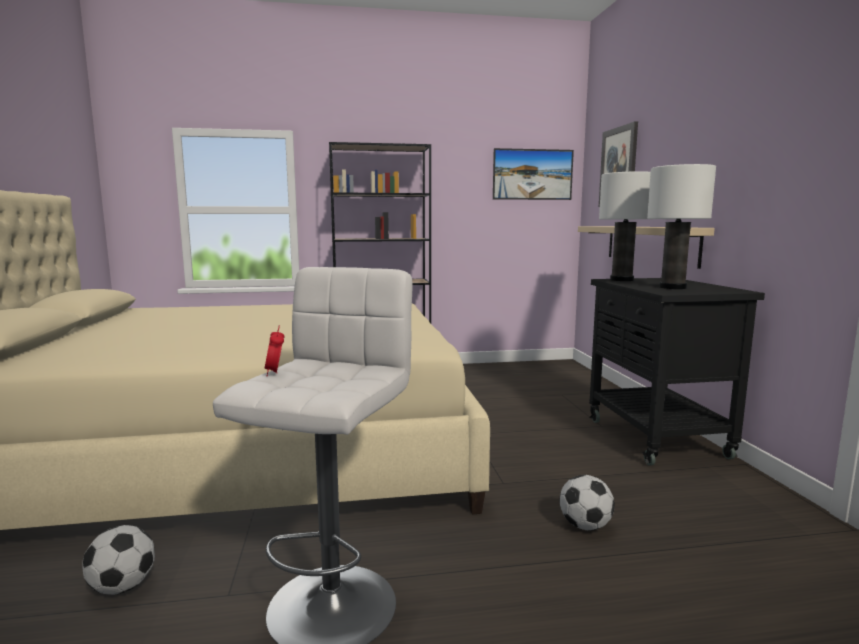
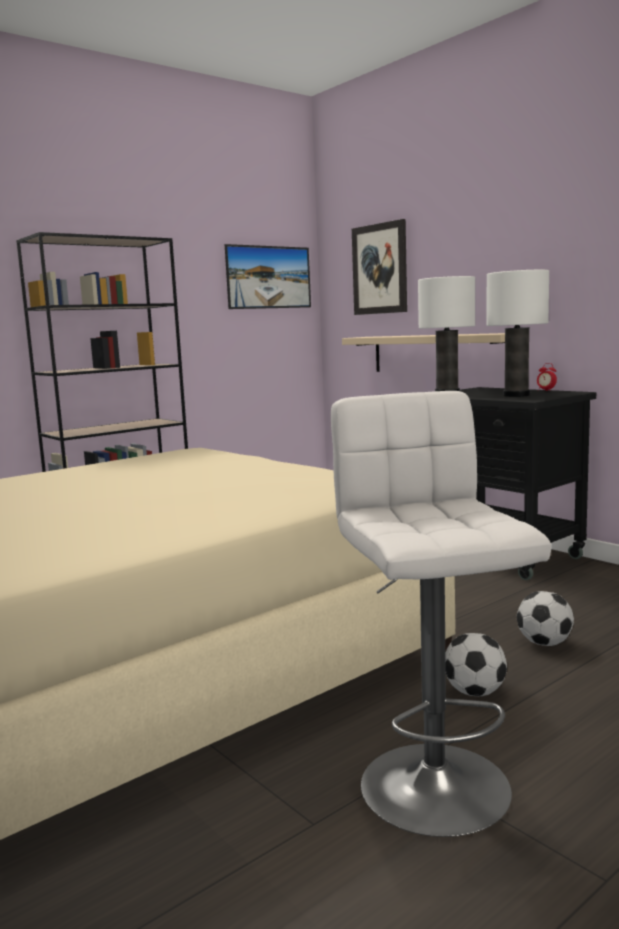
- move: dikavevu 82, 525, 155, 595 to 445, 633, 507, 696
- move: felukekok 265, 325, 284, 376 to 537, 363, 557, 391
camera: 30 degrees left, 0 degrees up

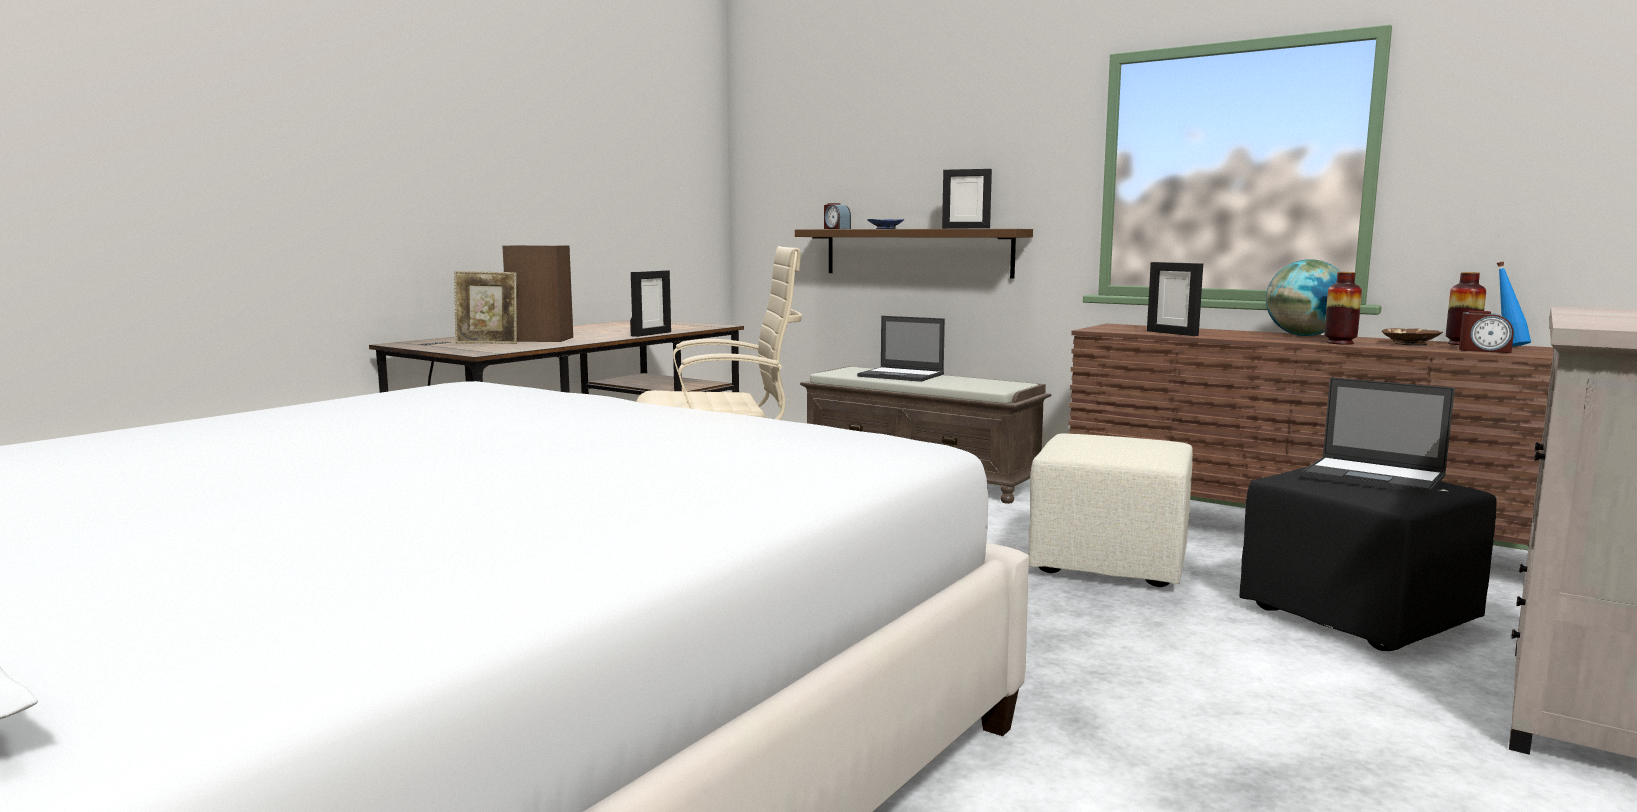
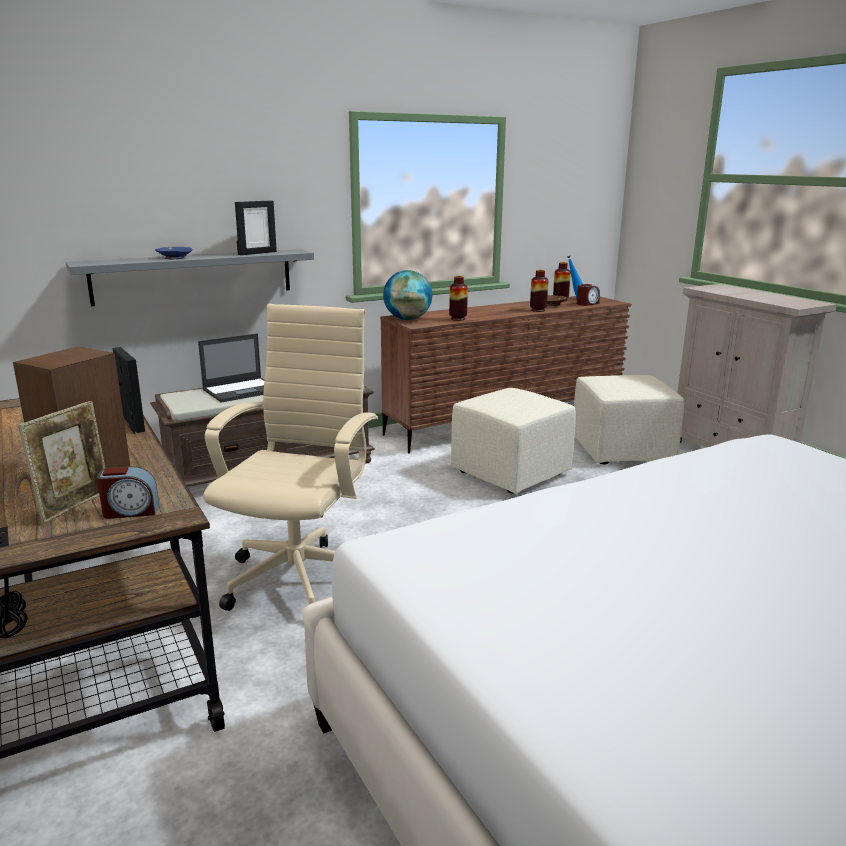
- recolor: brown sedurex 795, 229, 1033, 278 to grey sedurex 66, 249, 314, 306
- move: felukekok 824, 203, 851, 229 to 97, 466, 159, 519
- move: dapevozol 1266, 259, 1341, 336 to 383, 270, 432, 320
- replace: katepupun 1147, 262, 1203, 336 to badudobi 449, 276, 468, 321
- recolor: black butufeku 1239, 467, 1497, 651 to beige butufeku 574, 375, 684, 465
- delete: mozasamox 1301, 377, 1455, 495
camera: 65 degrees left, 10 degrees up

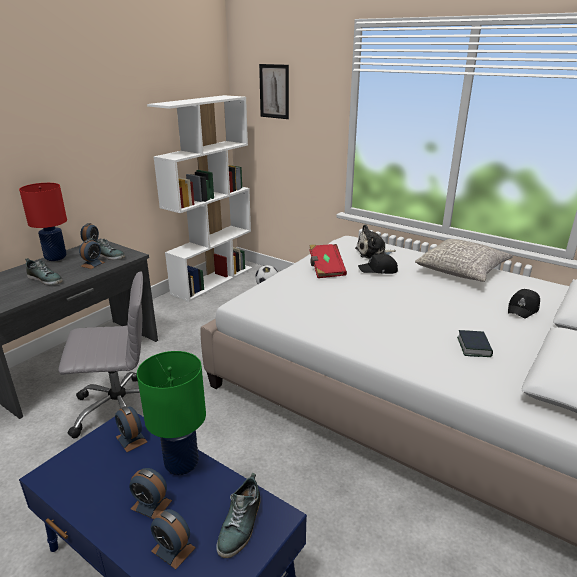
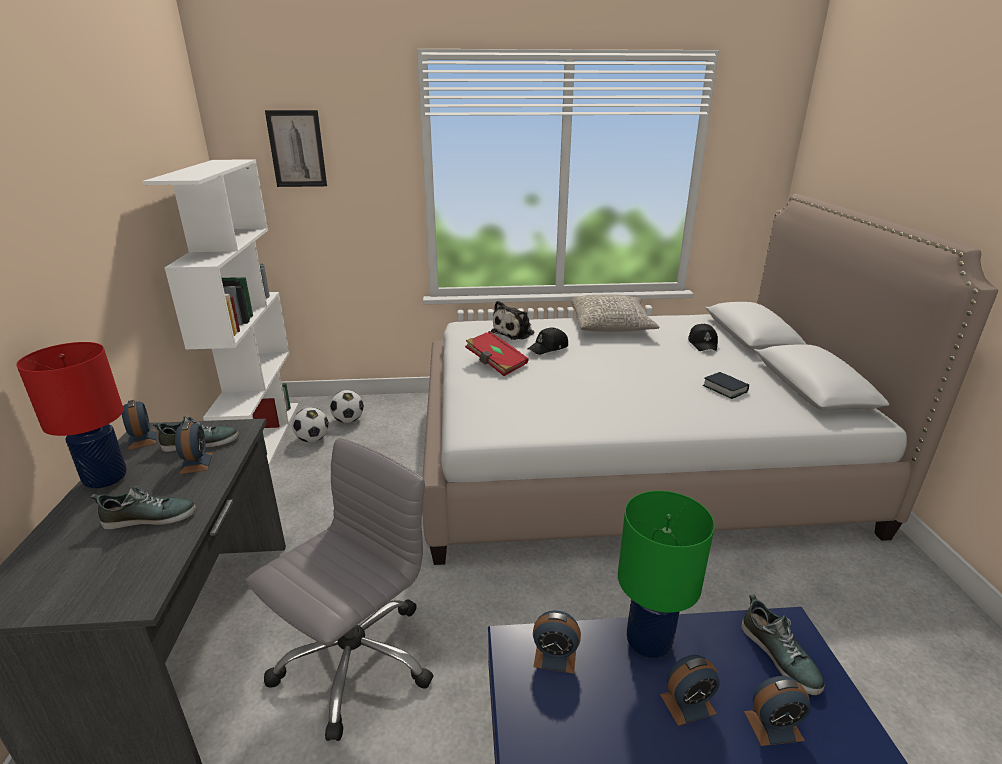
- insert: dikavevu 292, 408, 329, 442
camera: 40 degrees left, 0 degrees up

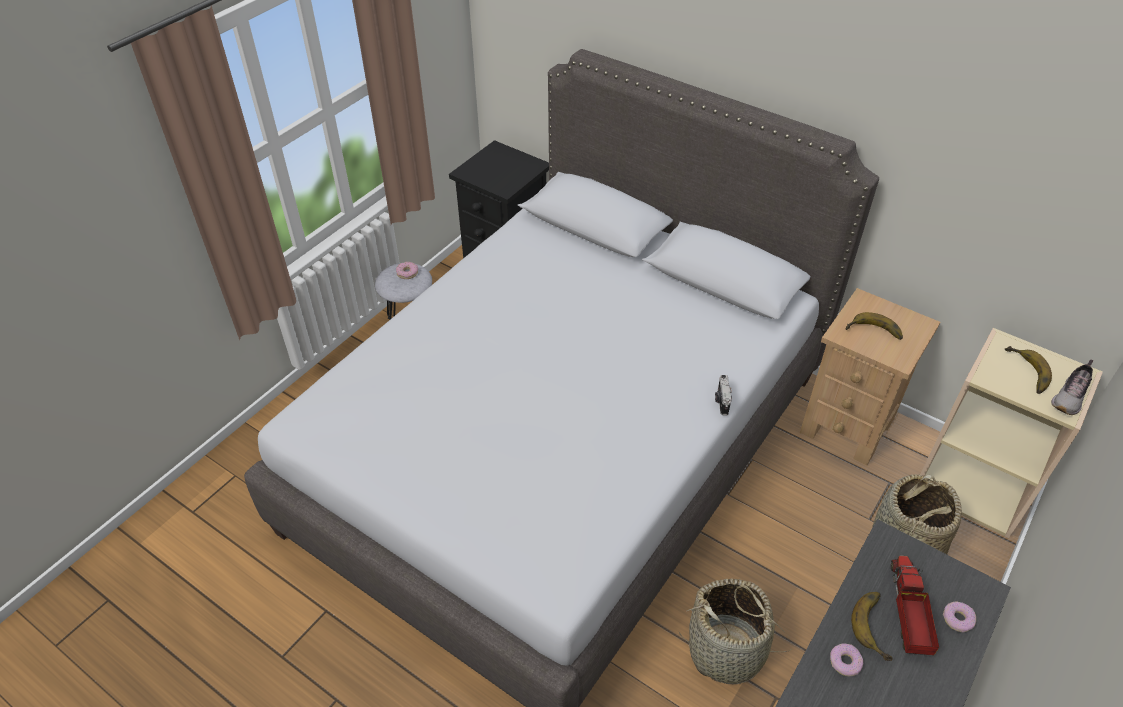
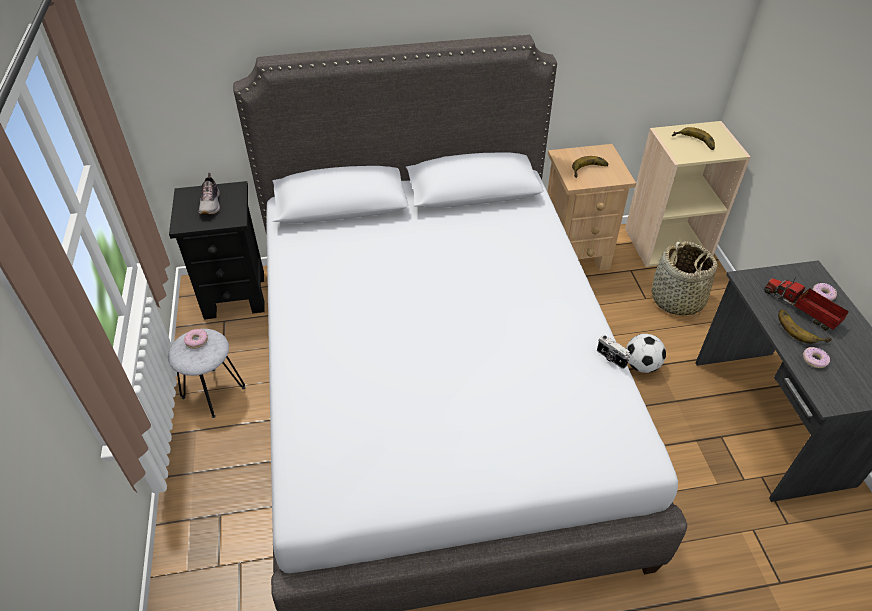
- move: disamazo 1051, 360, 1093, 415 to 199, 173, 220, 215
- move: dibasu 715, 375, 732, 415 to 597, 335, 630, 369
- insert: dikavevu 626, 334, 666, 373
- delete: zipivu 679, 579, 792, 684
camera: 45 degrees left, 0 degrees up

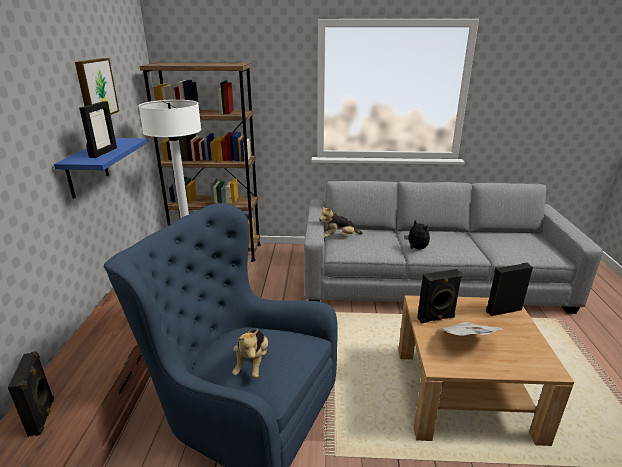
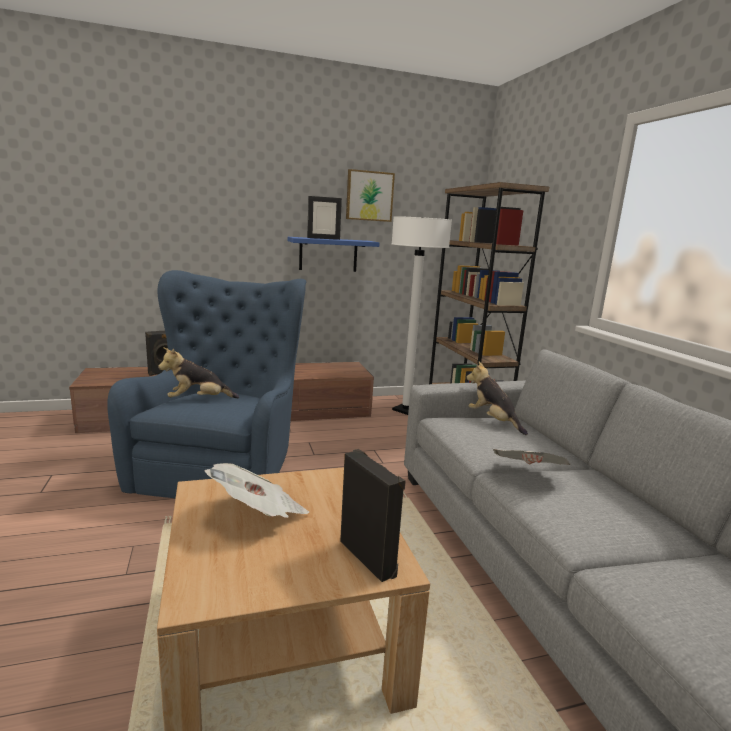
- replace: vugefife 404, 220, 430, 250 to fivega 493, 449, 570, 465
- delete: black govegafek 417, 269, 463, 324
camera: 70 degrees right, 10 degrees down

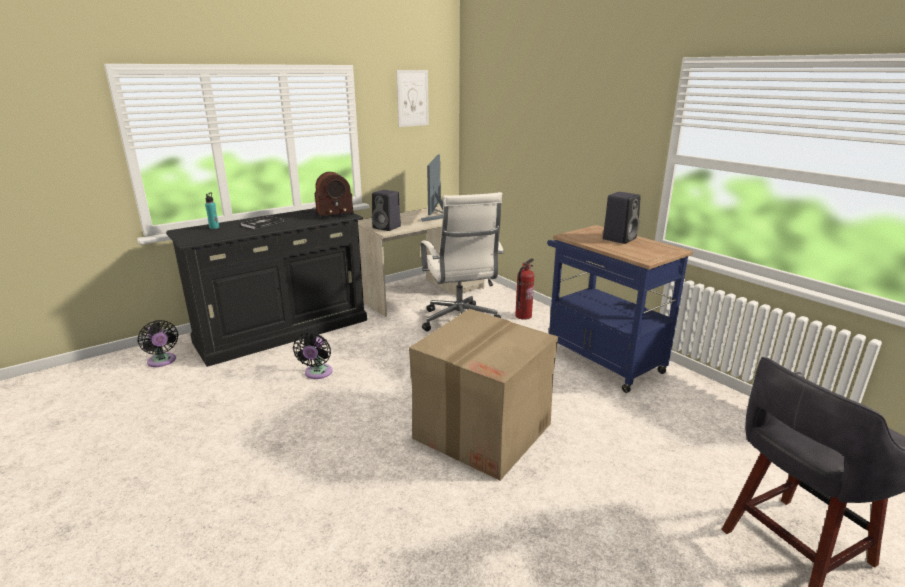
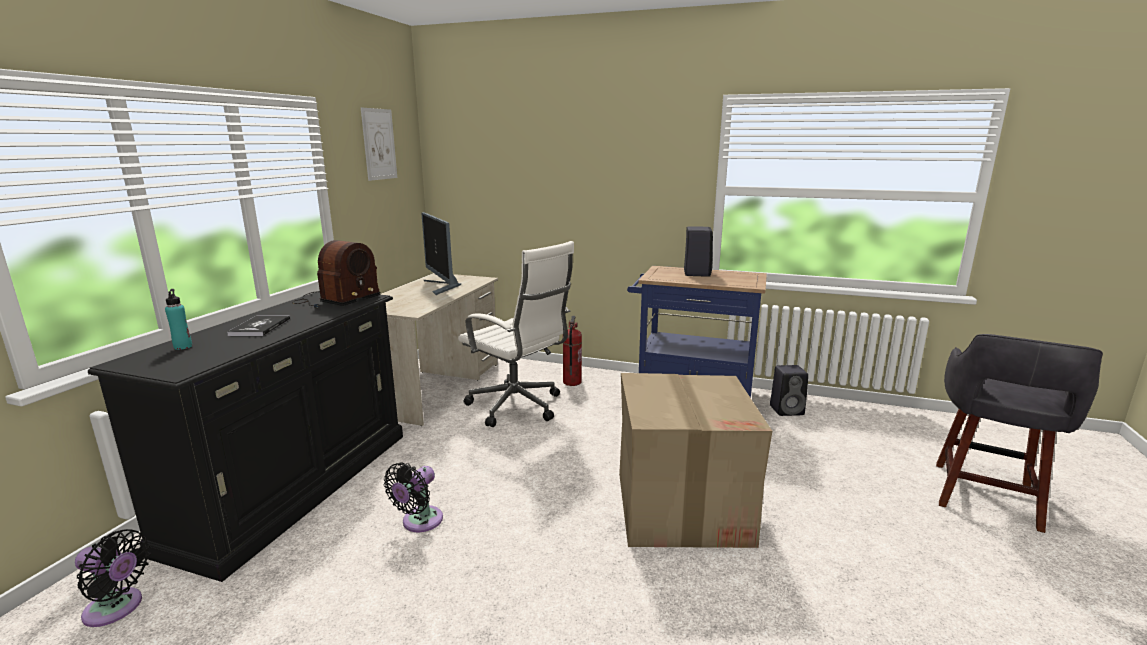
- rotate: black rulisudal 293, 332, 333, 379 = 384, 463, 443, 532 60 degrees clockwise
- move: black govegafek 372, 190, 401, 231 to 770, 365, 808, 416
camera: 35 degrees left, 5 degrees down

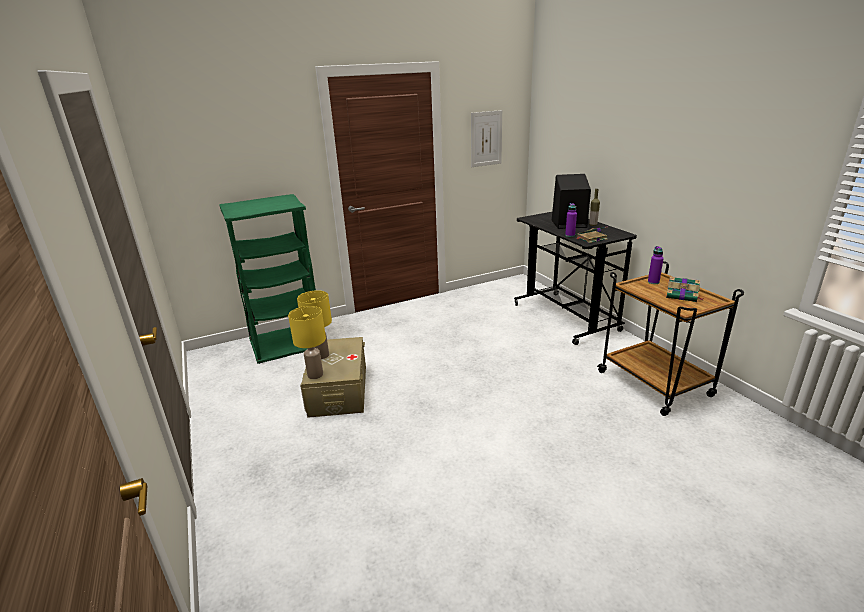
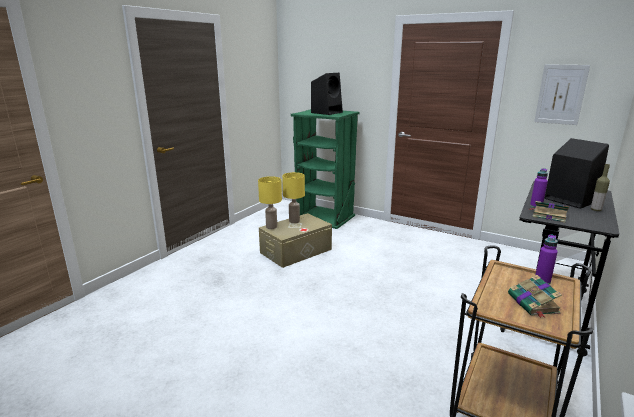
- insert: black govegafek 311, 73, 343, 115
camera: 55 degrees right, 5 degrees down

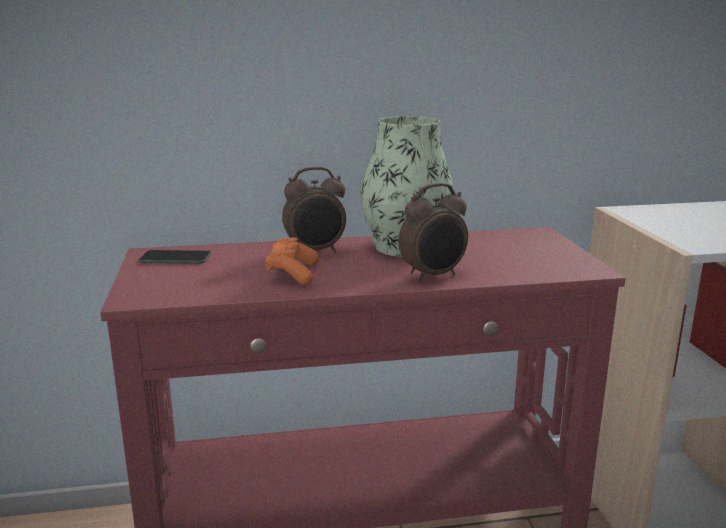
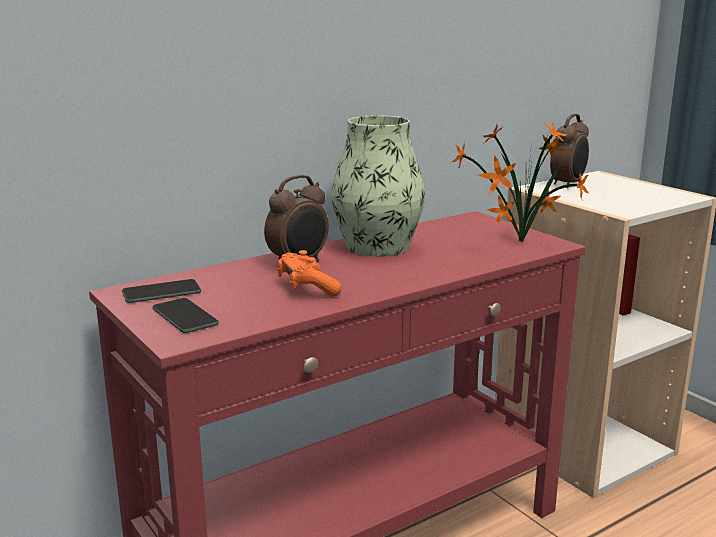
- insert: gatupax 152, 298, 219, 333
- insert: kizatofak 452, 121, 590, 243
- move: felukekok 398, 183, 468, 282 to 550, 114, 589, 188
camera: 25 degrees left, 0 degrees up

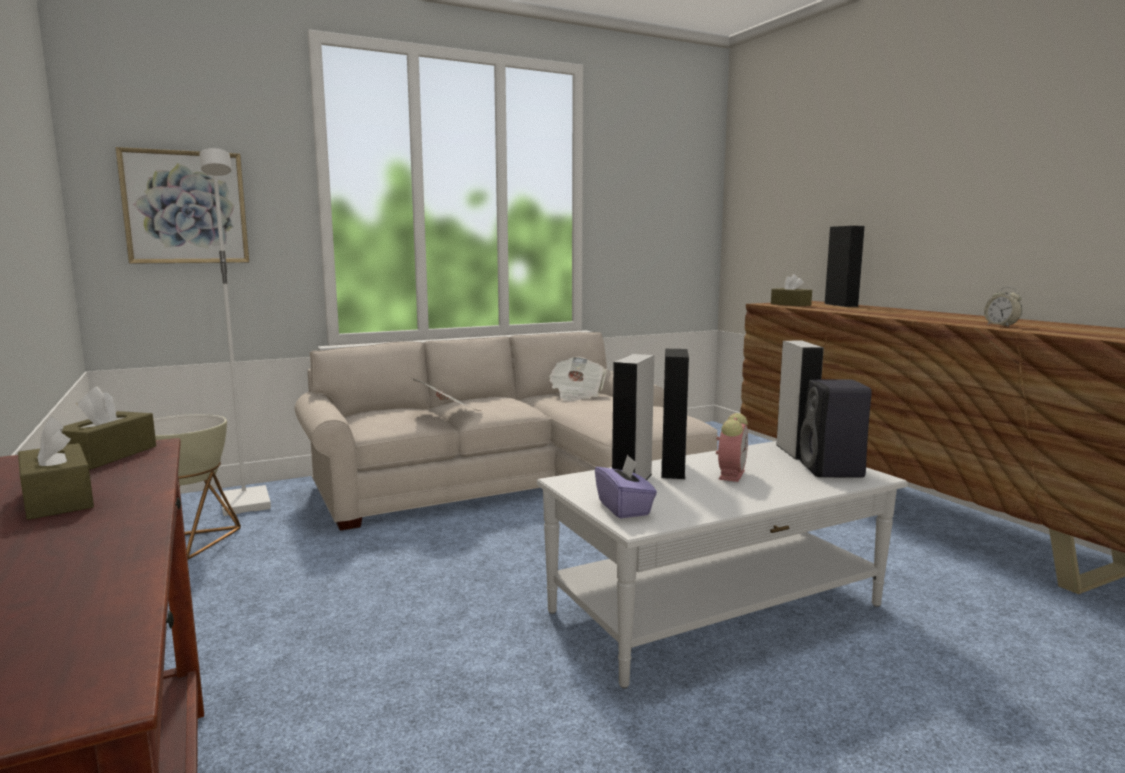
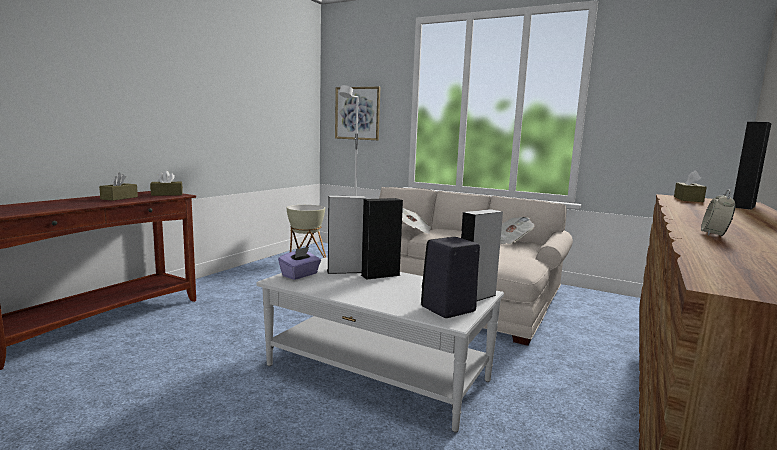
- delete: felukekok 716, 413, 748, 482
camera: 55 degrees right, 0 degrees up

